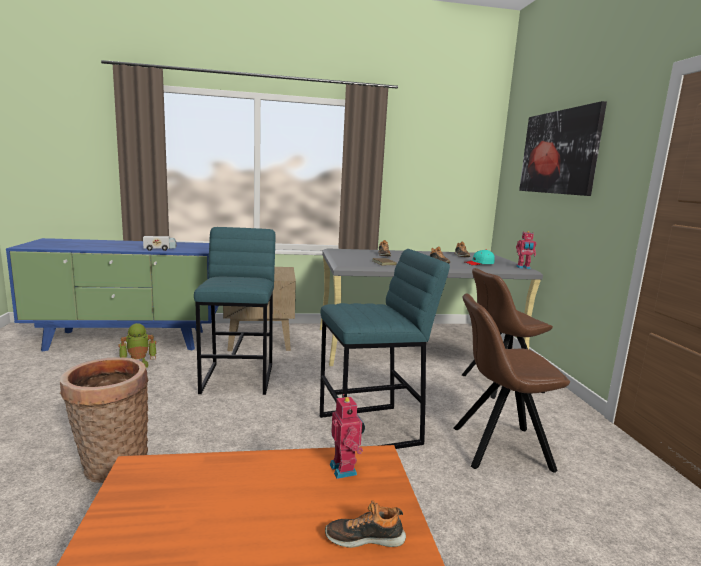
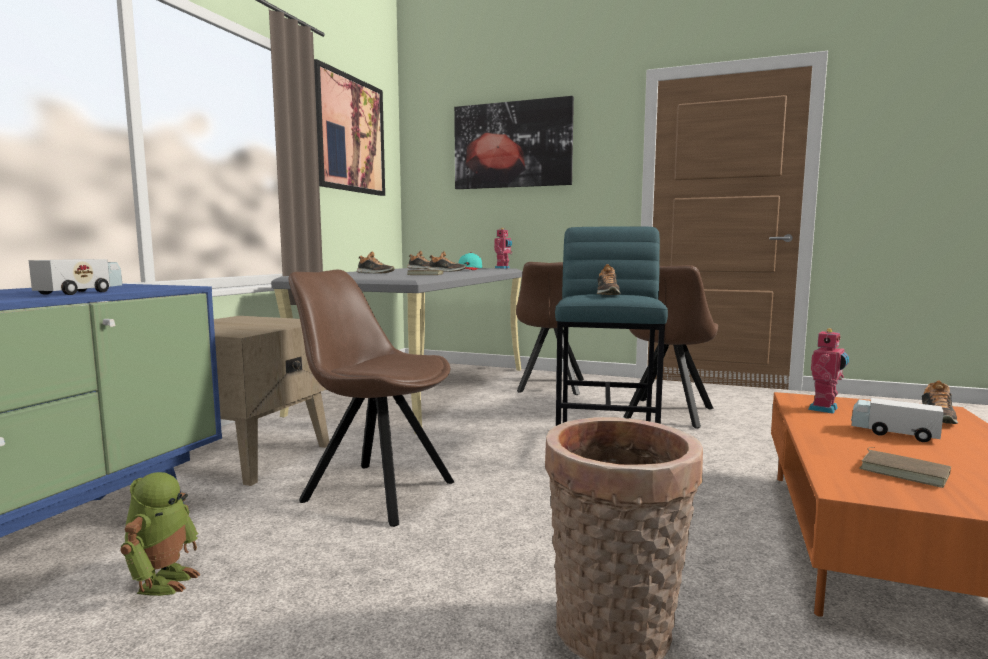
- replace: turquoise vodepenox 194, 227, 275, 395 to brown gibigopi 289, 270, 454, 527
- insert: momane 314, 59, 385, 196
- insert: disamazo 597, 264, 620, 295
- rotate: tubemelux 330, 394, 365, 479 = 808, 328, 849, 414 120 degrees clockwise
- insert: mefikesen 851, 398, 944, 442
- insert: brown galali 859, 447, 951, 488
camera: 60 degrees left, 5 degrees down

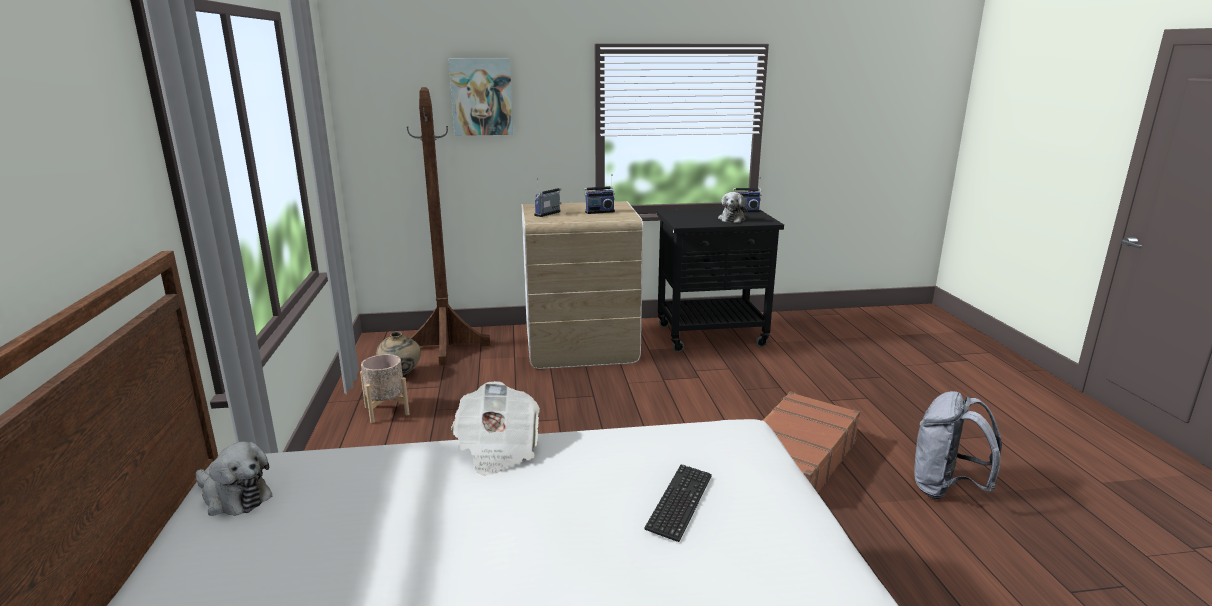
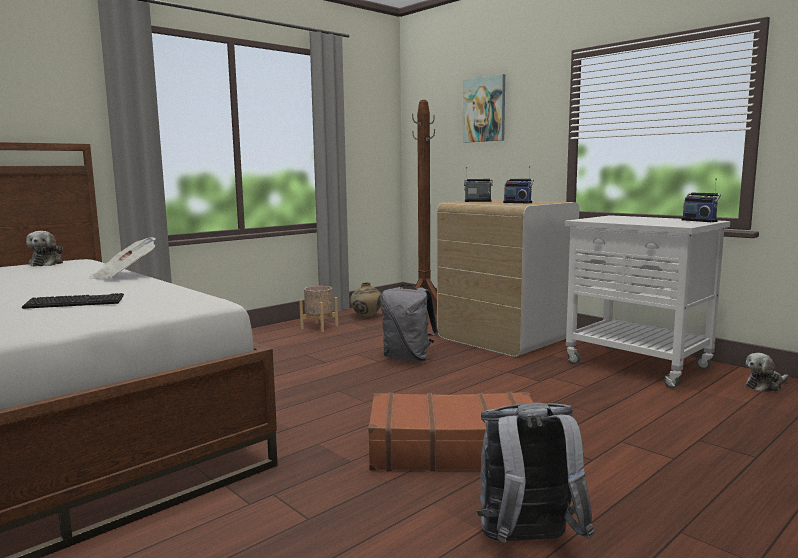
- insert: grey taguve 381, 284, 438, 361
- recolor: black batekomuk 657, 208, 784, 352 to white batekomuk 565, 215, 730, 388
- move: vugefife 718, 192, 748, 223 to 745, 353, 789, 392
camera: 55 degrees right, 10 degrees down

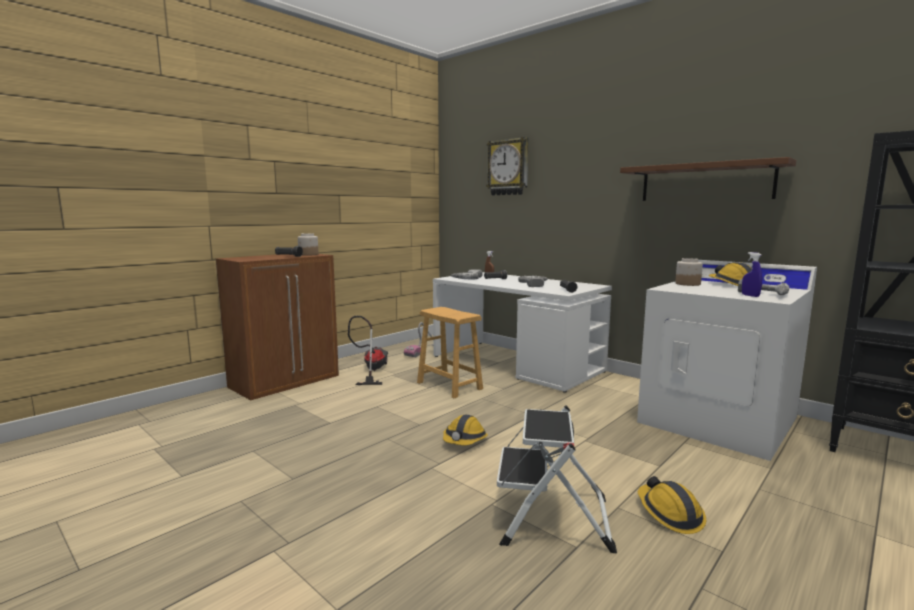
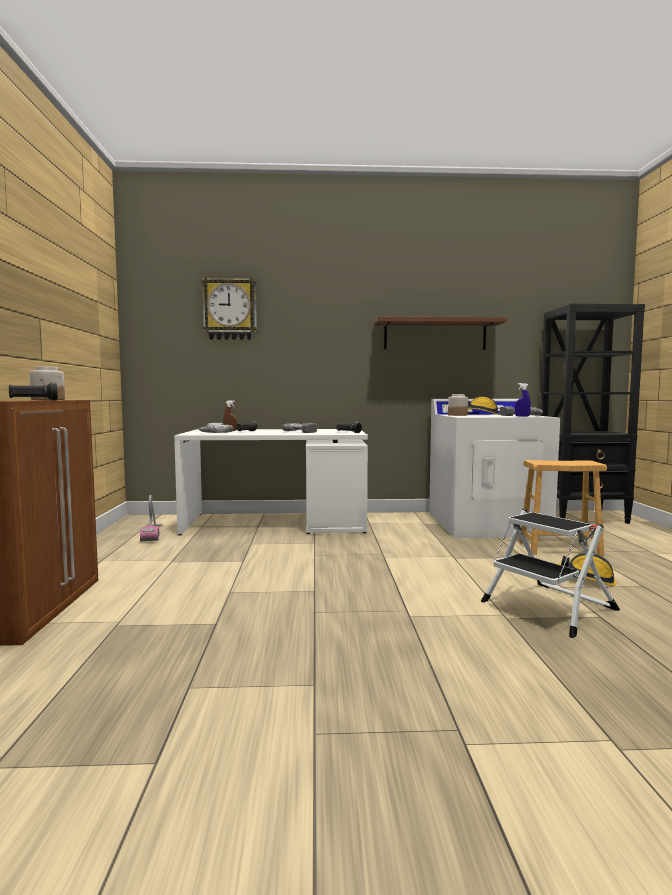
- move: brown vodepenox 417, 307, 483, 398 to 519, 460, 607, 556
- delete: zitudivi 348, 316, 388, 385
- delete: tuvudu 443, 415, 488, 446
camera: 45 degrees left, 5 degrees down

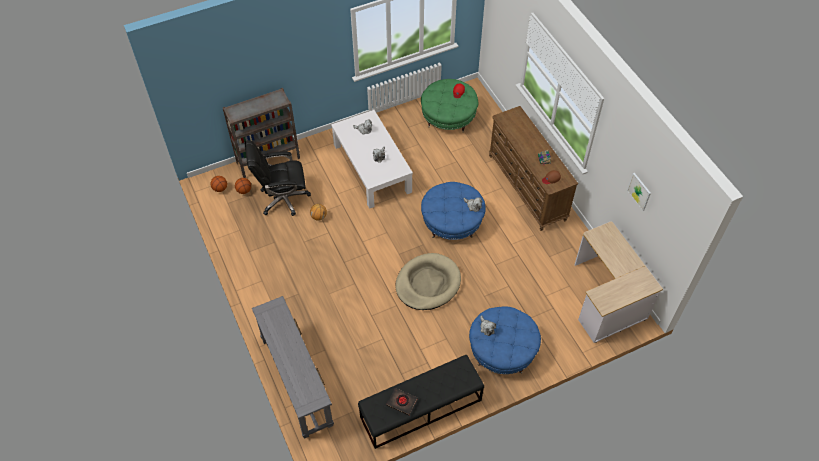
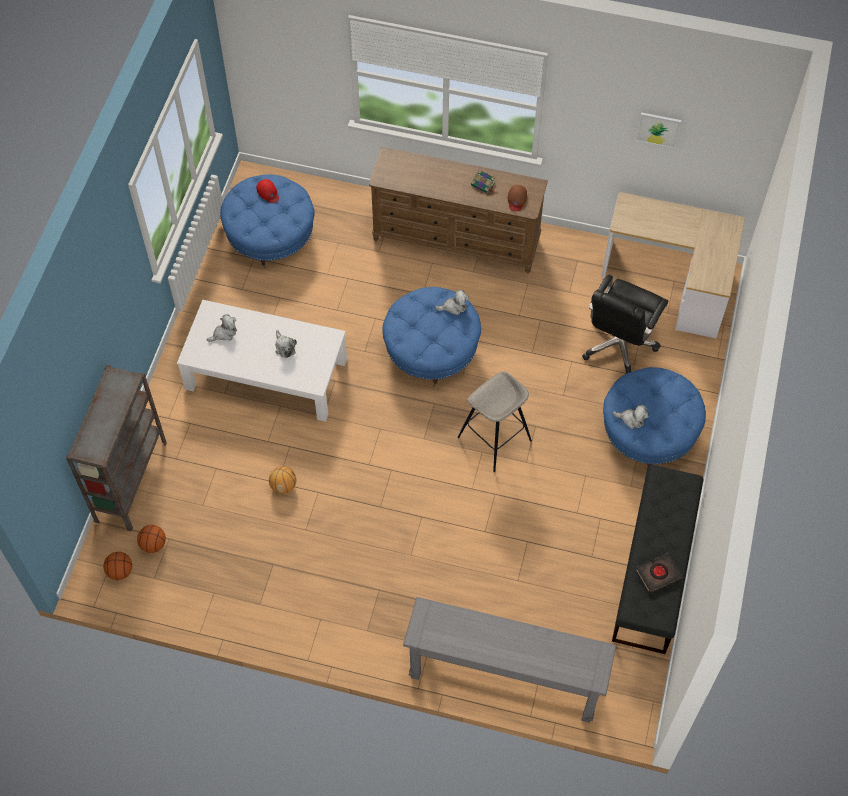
- recolor: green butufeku 421, 79, 478, 131 to blue butufeku 220, 174, 315, 268
- replace: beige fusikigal 395, 253, 461, 310 to grey vodepenox 458, 372, 532, 472
- move: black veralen 245, 140, 311, 216 to 582, 275, 668, 374
camera: 50 degrees left, 5 degrees up

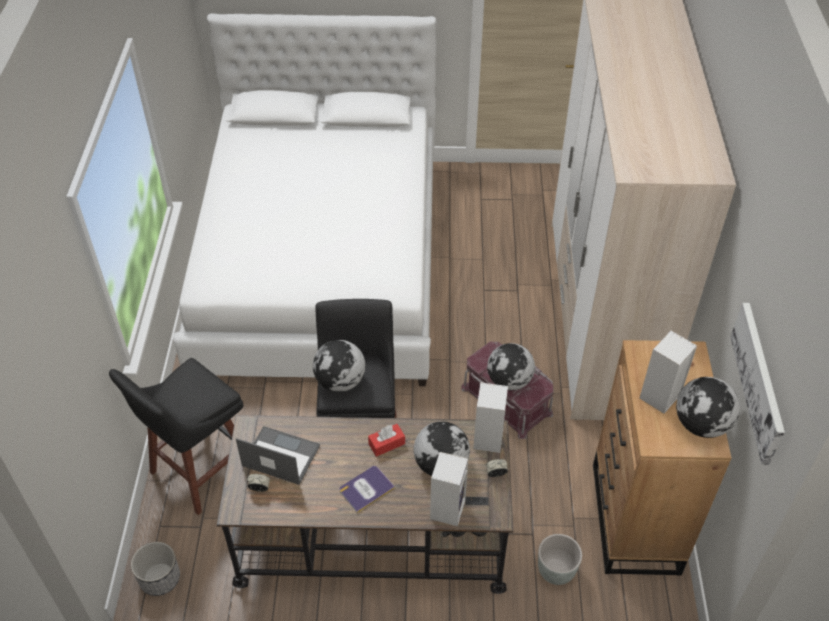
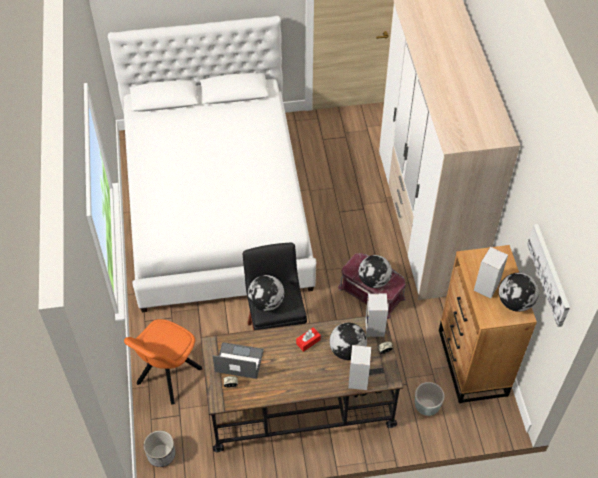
- replace: black vodepenox 109, 358, 243, 515 to orange gibigopi 124, 319, 202, 405
- delete: galali 339, 466, 395, 513
camera: 10 degrees left, 5 degrees up

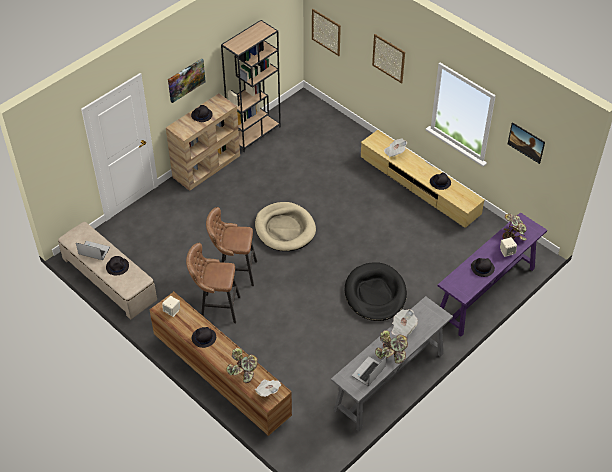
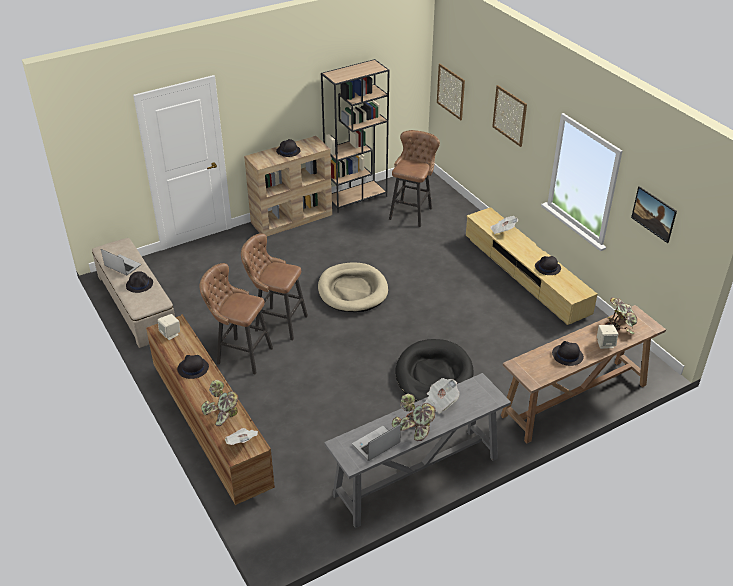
- insert: brown vodepenox 389, 130, 440, 227
- recolor: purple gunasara 438, 212, 547, 337 to brown gunasara 501, 305, 666, 443
- delete: momane 168, 58, 206, 103
camera: 15 degrees right, 10 degrees down

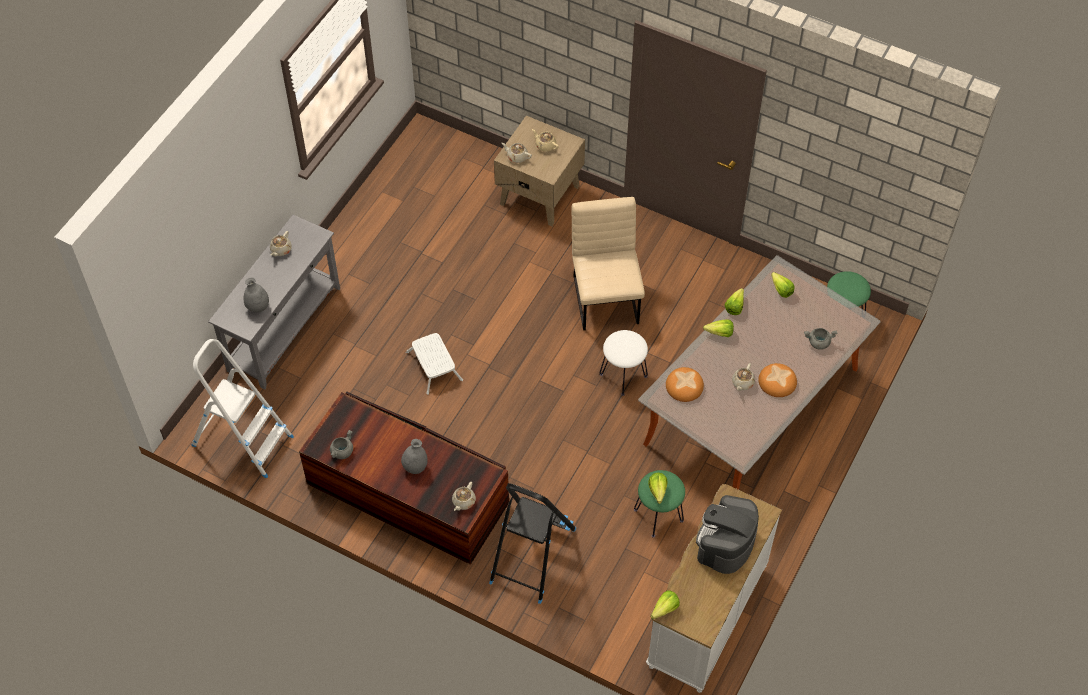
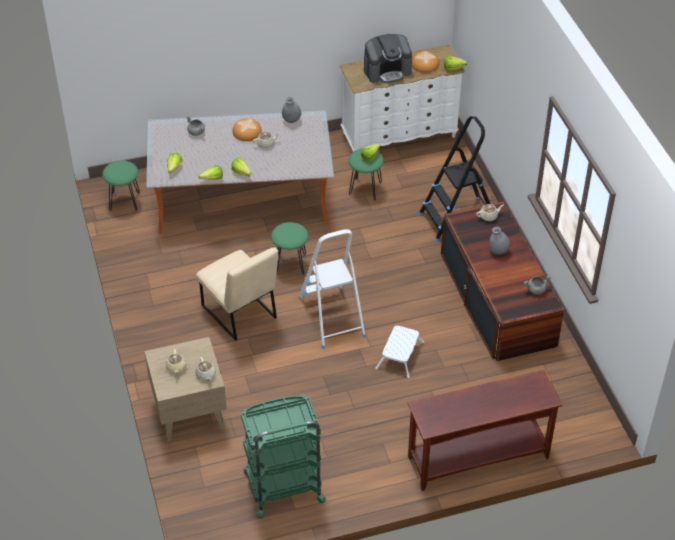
- rotate: beige gibigopi 572, 197, 645, 330 = 196, 247, 278, 341 75 degrees counterclockwise
- insert: green batekomuk 241, 394, 326, 519
- recolor: white vodepenox 599, 330, 648, 396 to green vodepenox 271, 222, 308, 275
- move: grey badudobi 244, 277, 269, 312 to 282, 97, 301, 123
- move: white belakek 191, 339, 294, 478 to 299, 229, 366, 349
- recolor: grey gunasara 208, 215, 340, 390 to brown gunasara 407, 369, 563, 491
- move: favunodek 666, 367, 704, 402 to 412, 51, 440, 73
- delete: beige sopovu 270, 231, 292, 257
camera: 135 degrees left, 10 degrees down

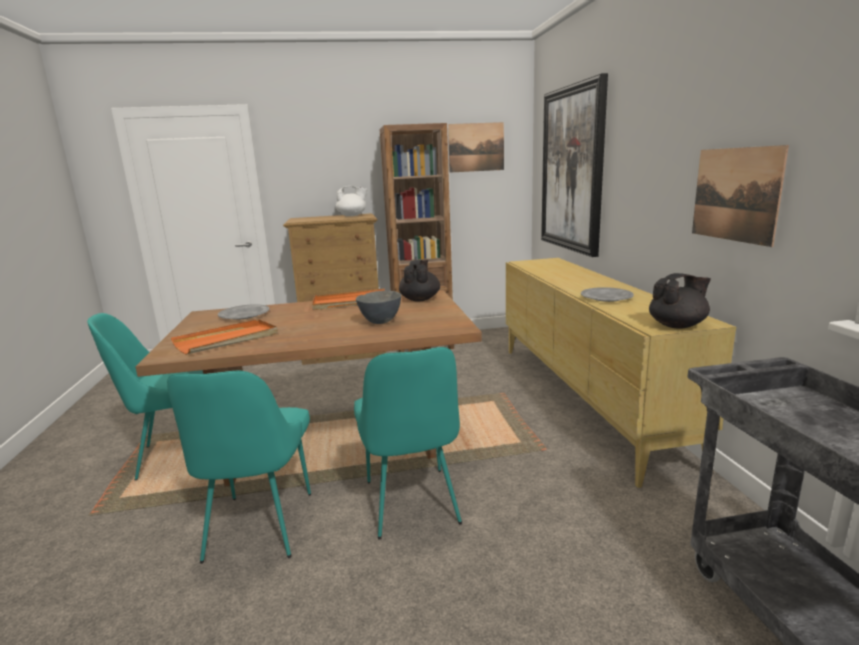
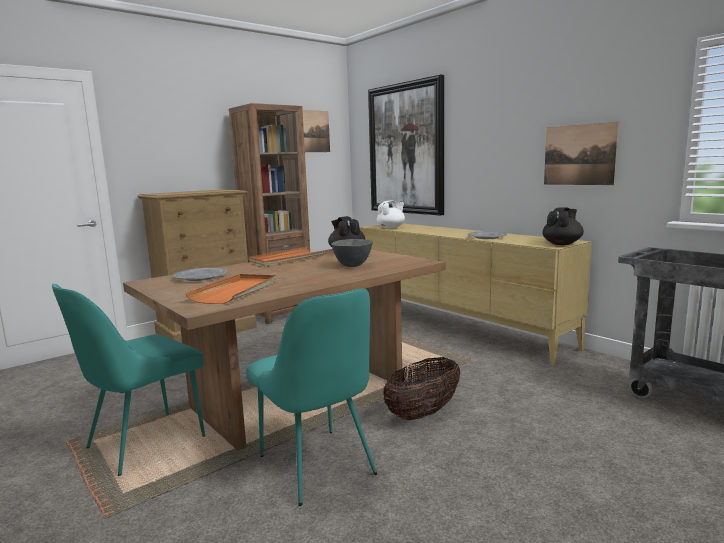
- move: white sopovu 336, 186, 368, 216 to 377, 201, 405, 229
- replace: turquoise gibigopi 354, 347, 462, 540 to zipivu 383, 357, 461, 420
camera: 30 degrees left, 5 degrees down

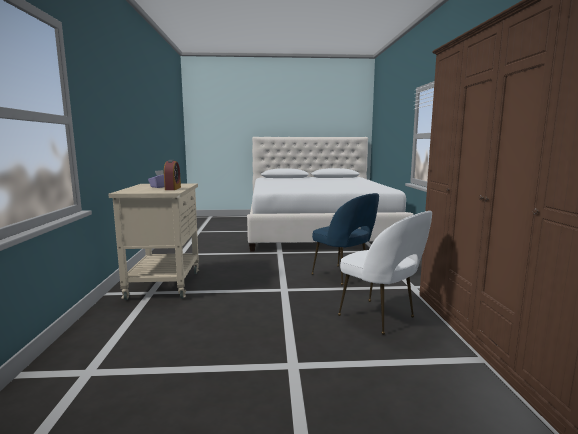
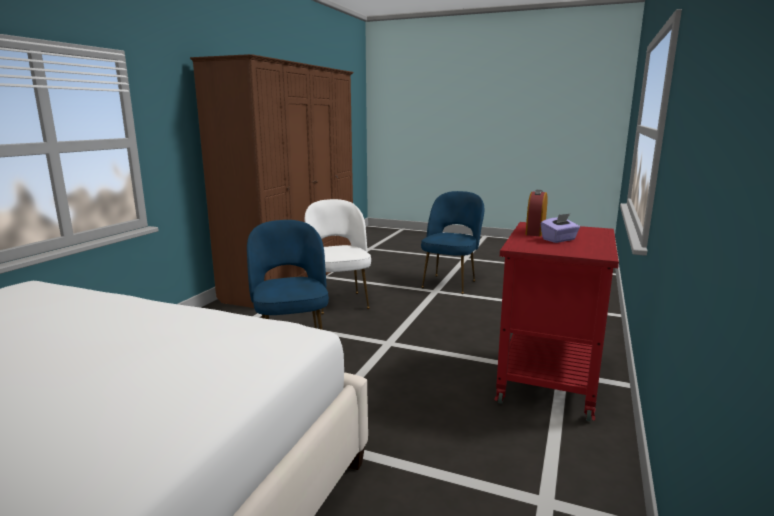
- insert: blue gibigopi 421, 191, 484, 294
- recolor: beige batekomuk 108, 183, 200, 300 to red batekomuk 494, 222, 619, 421
camera: 155 degrees left, 5 degrees up

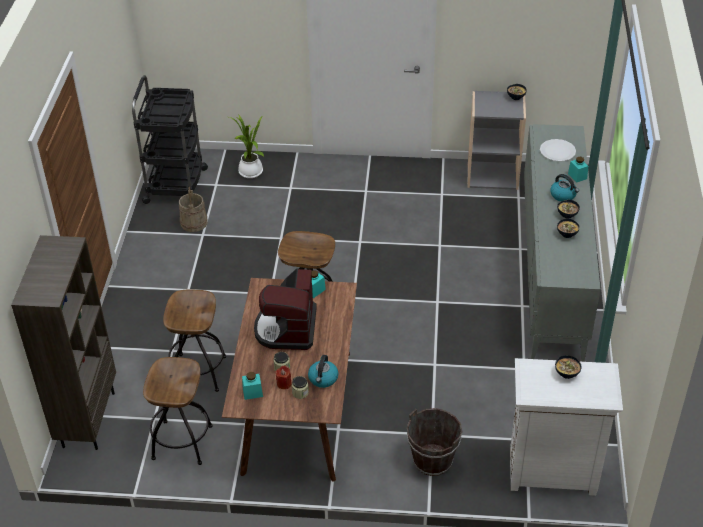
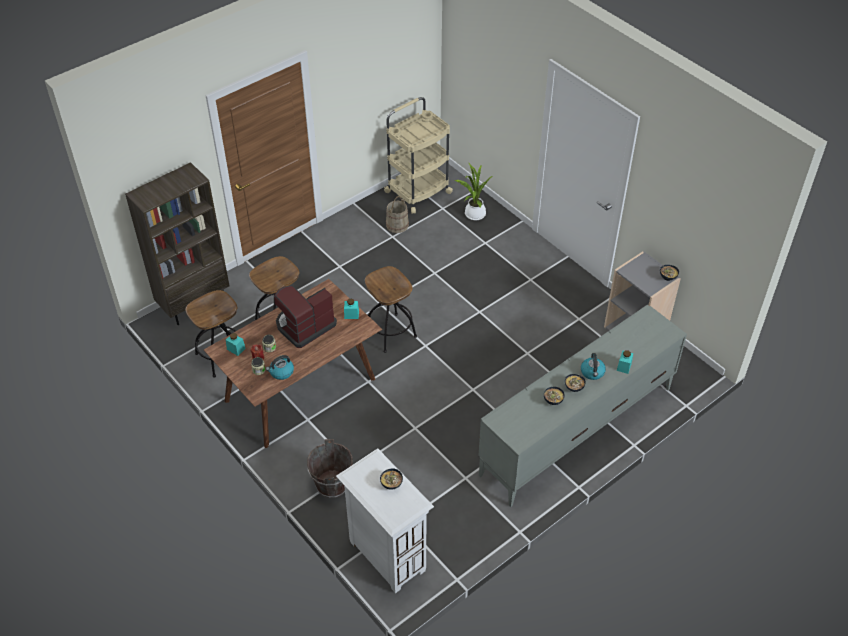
- recolor: black batekomuk 132, 75, 208, 204 to beige batekomuk 384, 97, 453, 214
- delete: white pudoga 540, 139, 576, 161
camera: 45 degrees right, 5 degrees up

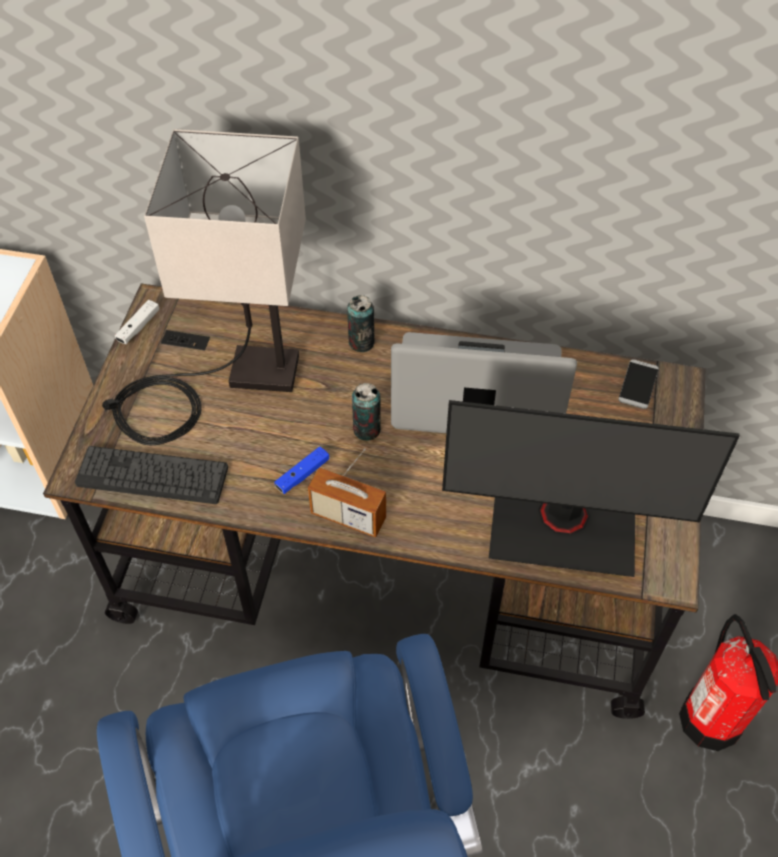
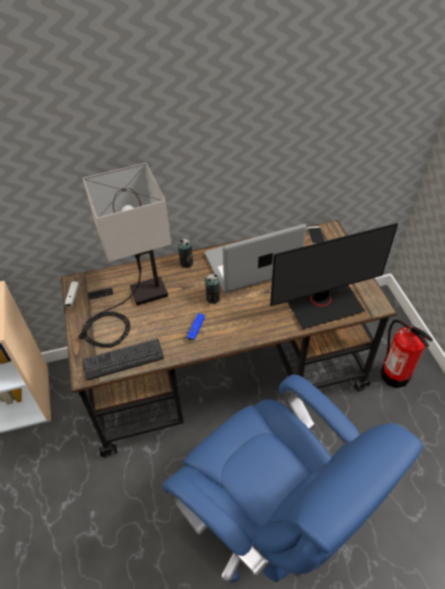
- delete: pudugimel 308, 449, 386, 538
camera: 25 degrees left, 5 degrees down

